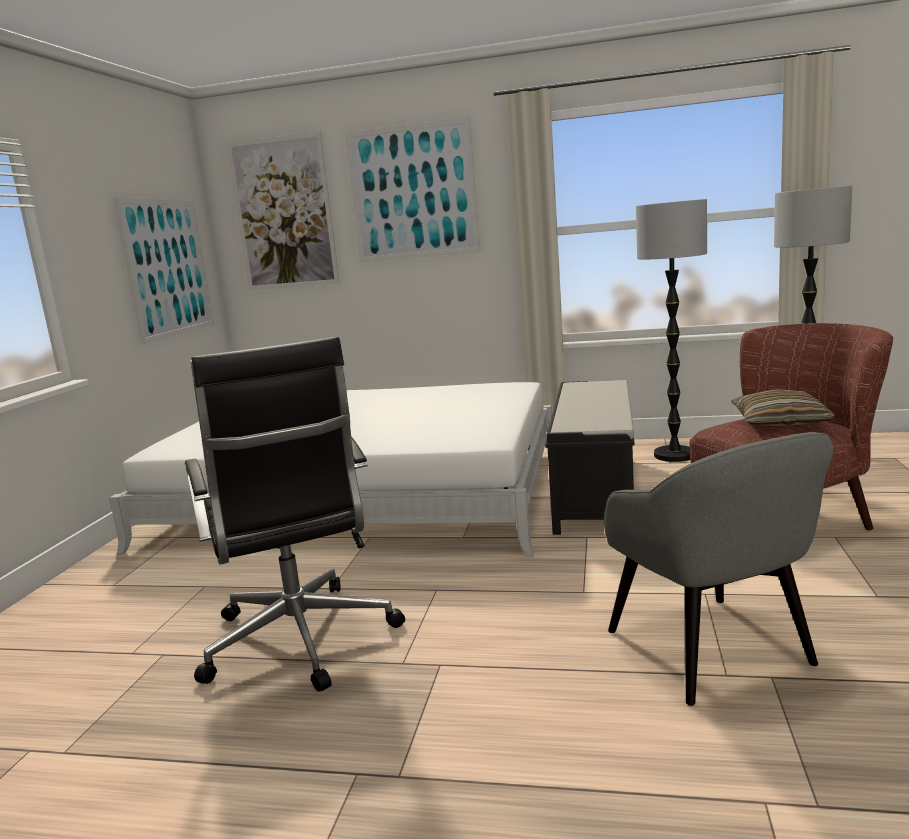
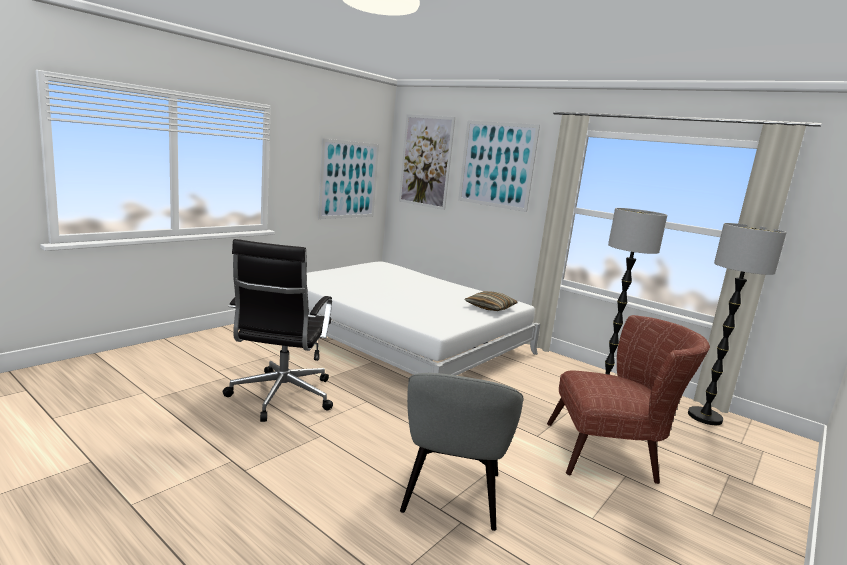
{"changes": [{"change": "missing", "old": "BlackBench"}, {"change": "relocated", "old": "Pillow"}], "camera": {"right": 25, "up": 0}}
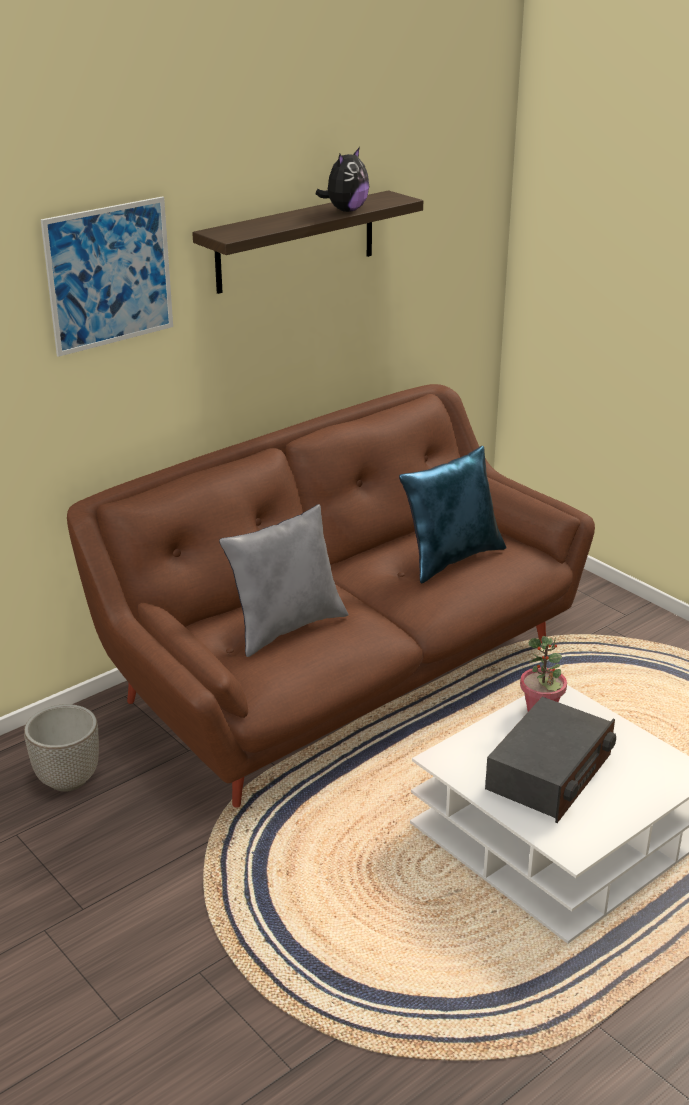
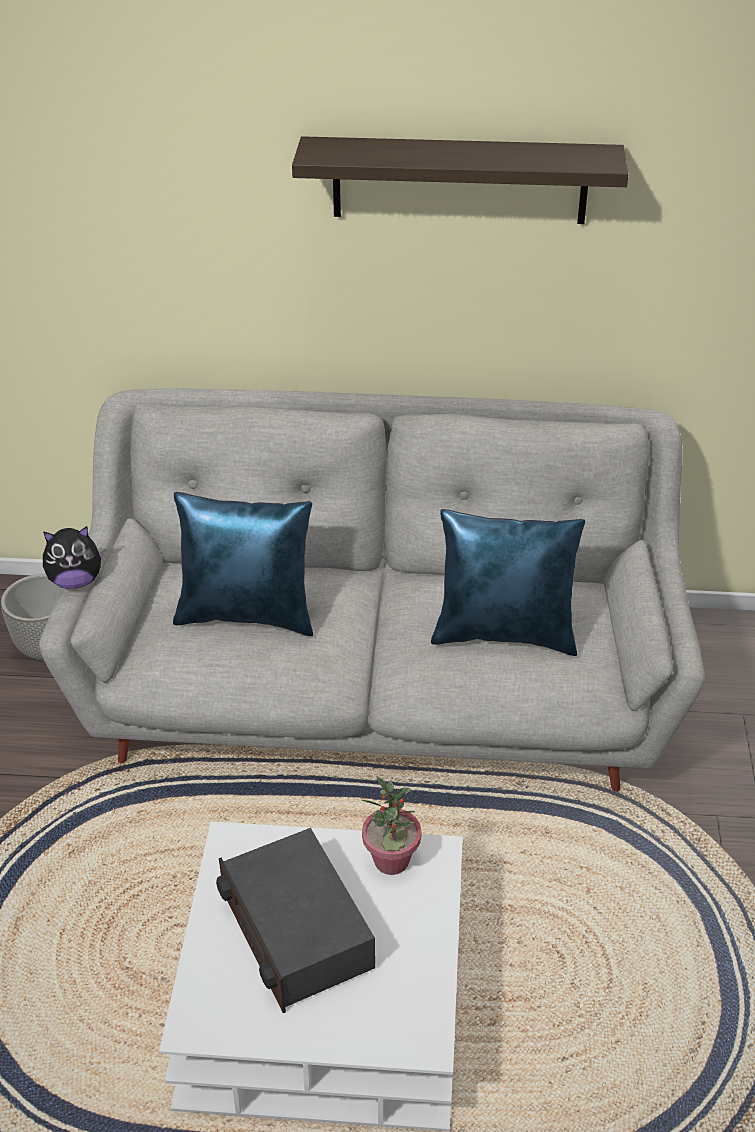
{"changes": [{"change": "relocated", "old": "PlushToy"}, {"change": "missing", "old": "Picture"}, {"change": "colour", "old": "BrownSofa", "new": "GreySofa"}, {"change": "colour", "old": "GreyPillow", "new": "BluePillow (no. 1 from left)"}, {"change": "spun", "old": "Radio", "degrees": 75}], "camera": {"right": 45, "up": 10}}
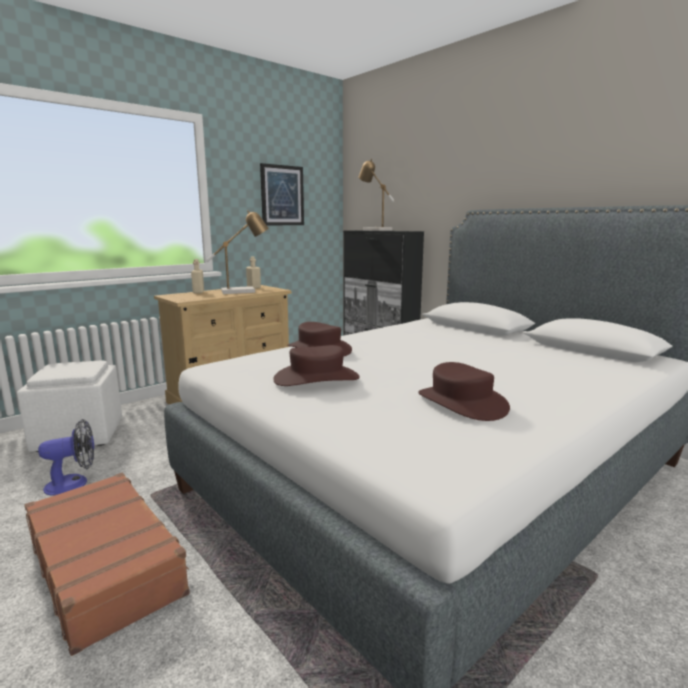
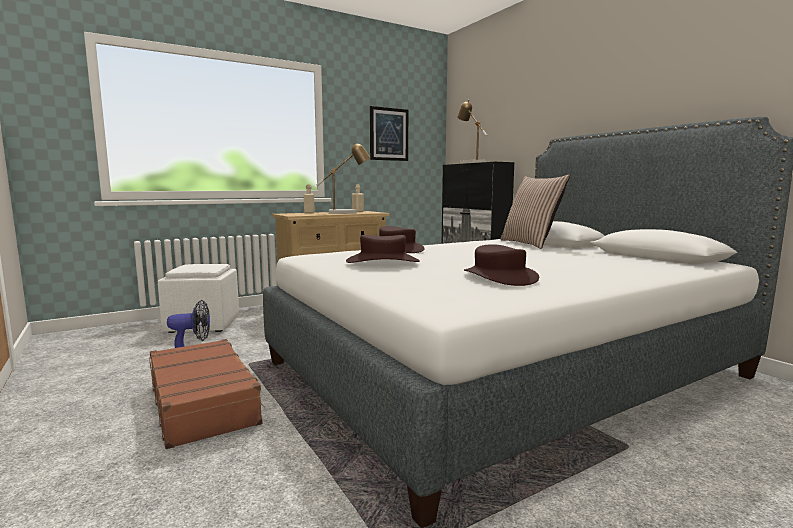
{"changes": [{"change": "appeared", "new": "Pillow"}], "camera": {"right": 10, "up": -5}}
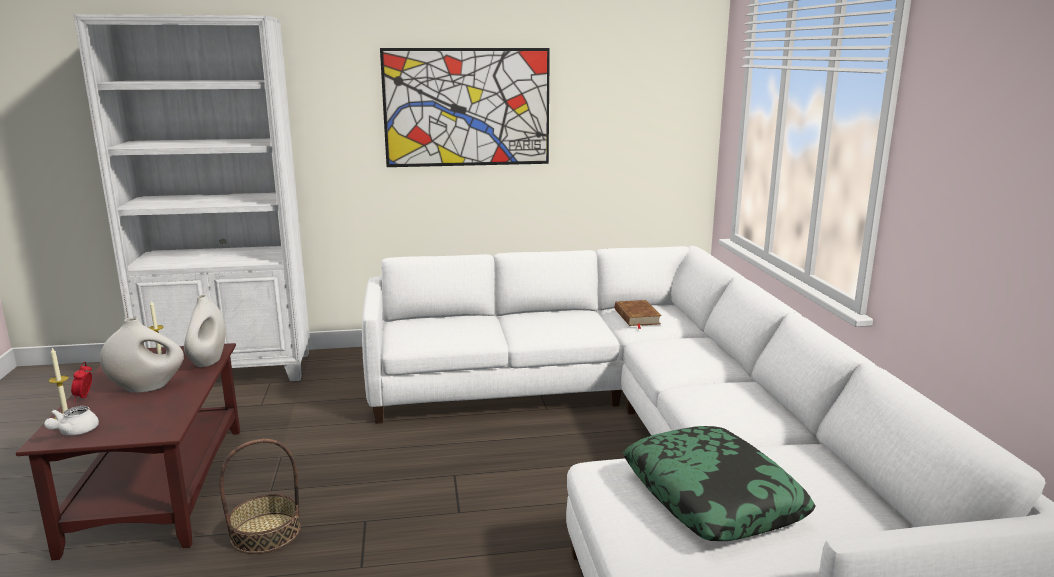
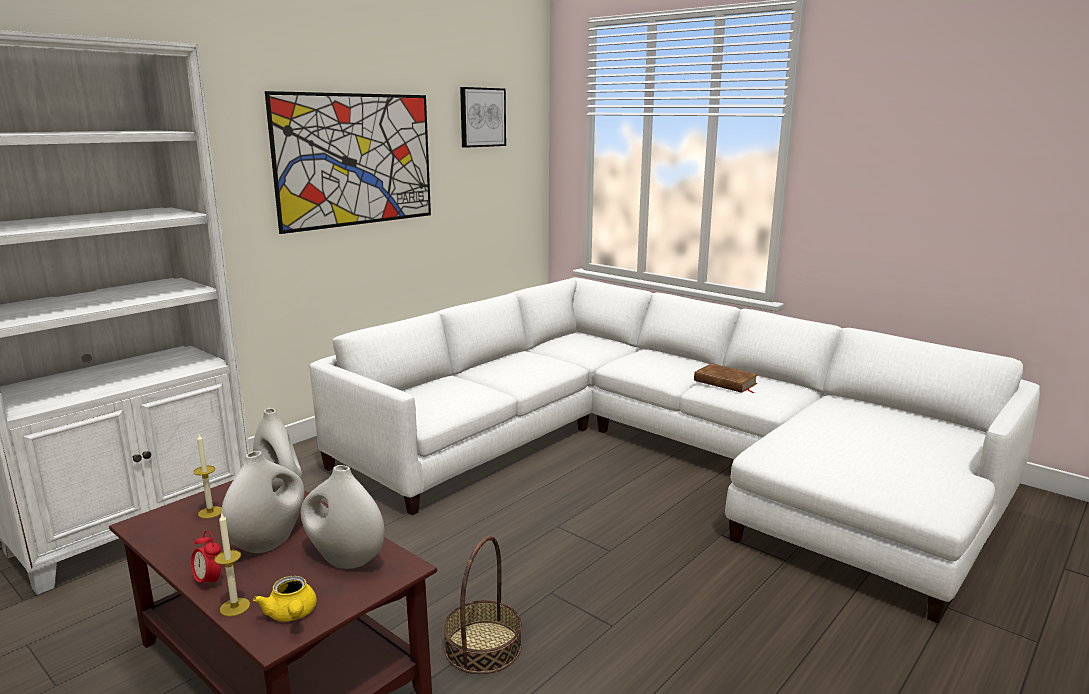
{"changes": [{"change": "relocated", "old": "BrownBook"}, {"change": "colour", "old": "WhiteTeapot", "new": "YellowTeapot"}, {"change": "missing", "old": "Pillow"}, {"change": "appeared", "new": "Picture (no. 2 from left)"}, {"change": "appeared", "new": "WhiteVase (no. 3 from left)"}], "camera": {"right": -40, "up": 0}}
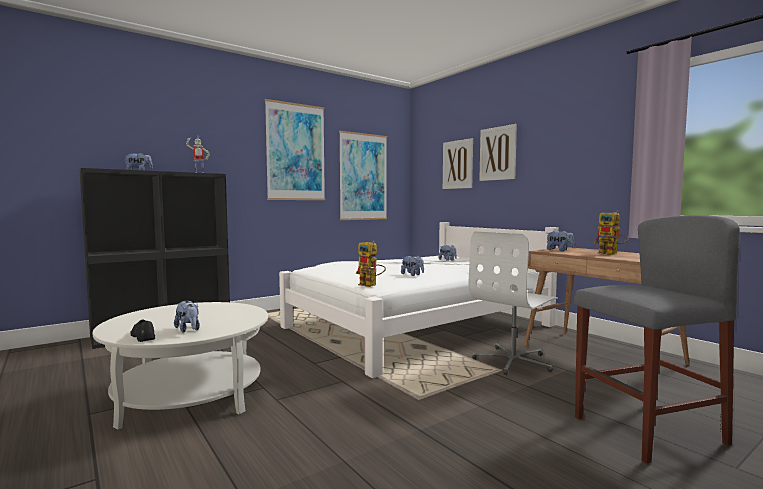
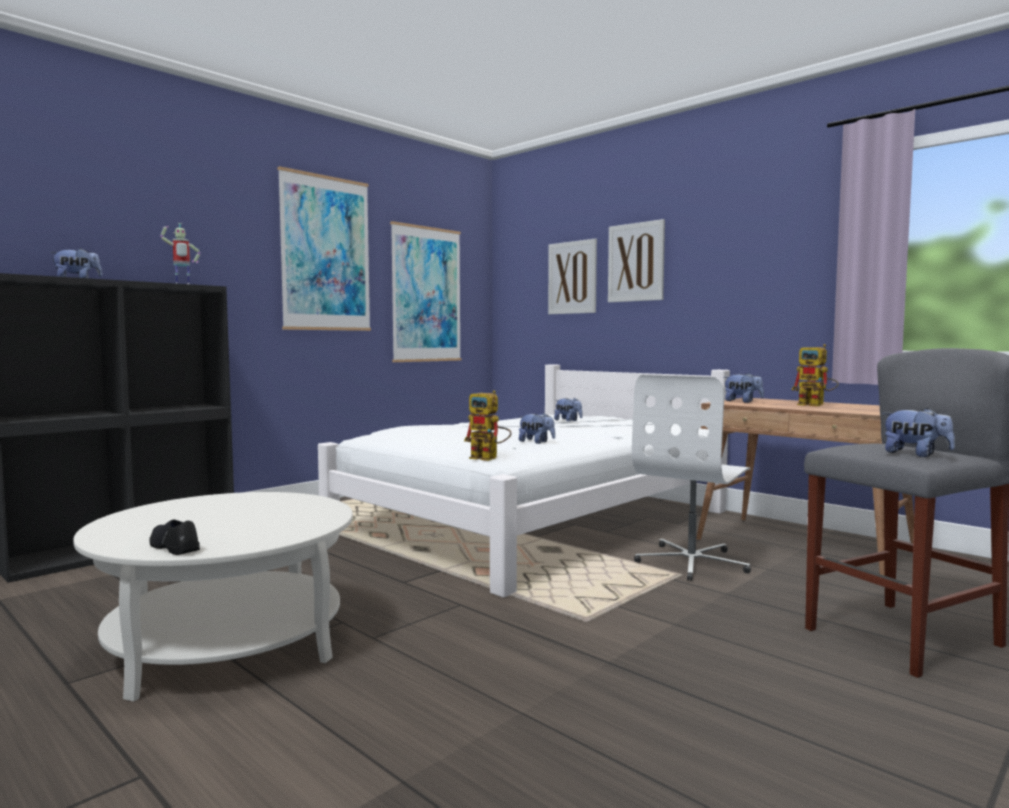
{"changes": [{"change": "relocated", "old": "PlushToy (no. 2 from left in the first image)", "new": "PlushToy (no. 5 from left)"}], "camera": {"right": -10, "up": 0}}
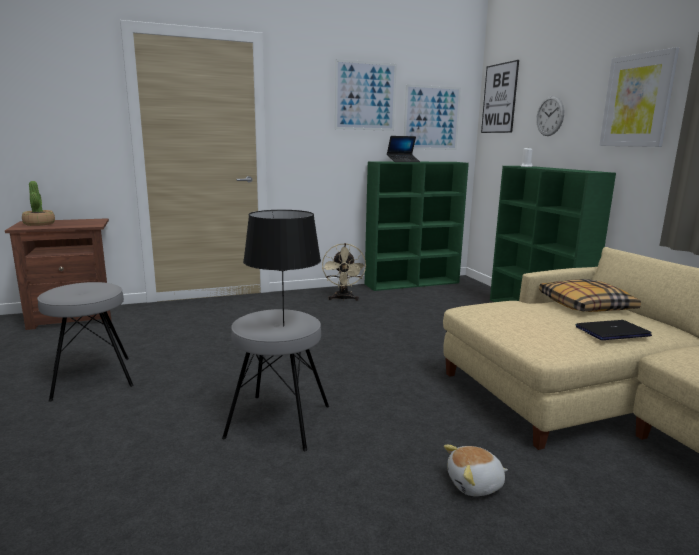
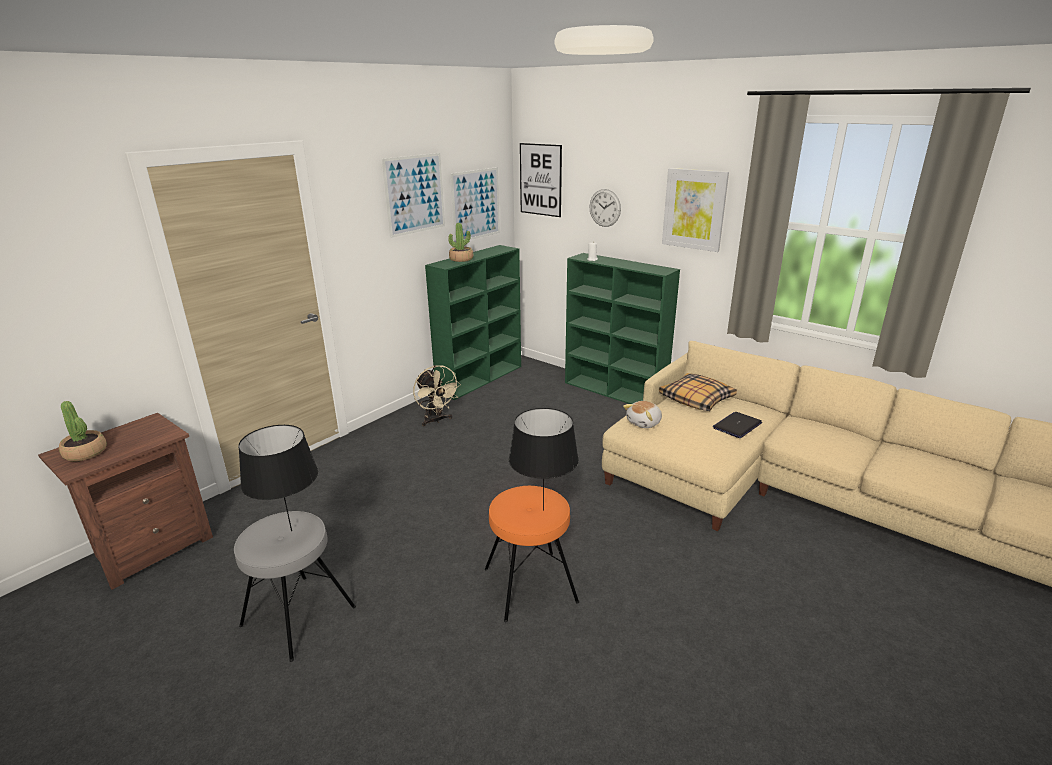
{"changes": [{"change": "exchanged", "old": "Laptop (no. 1 from left)", "new": "PottedPlant (no. 2 from left)"}, {"change": "colour", "old": "GreyStool (no. 2 from left)", "new": "OrangeStool"}, {"change": "relocated", "old": "PlushToy"}, {"change": "appeared", "new": "BlackTableLamp (no. 1 from left)"}], "camera": {"right": -30, "up": 10}}
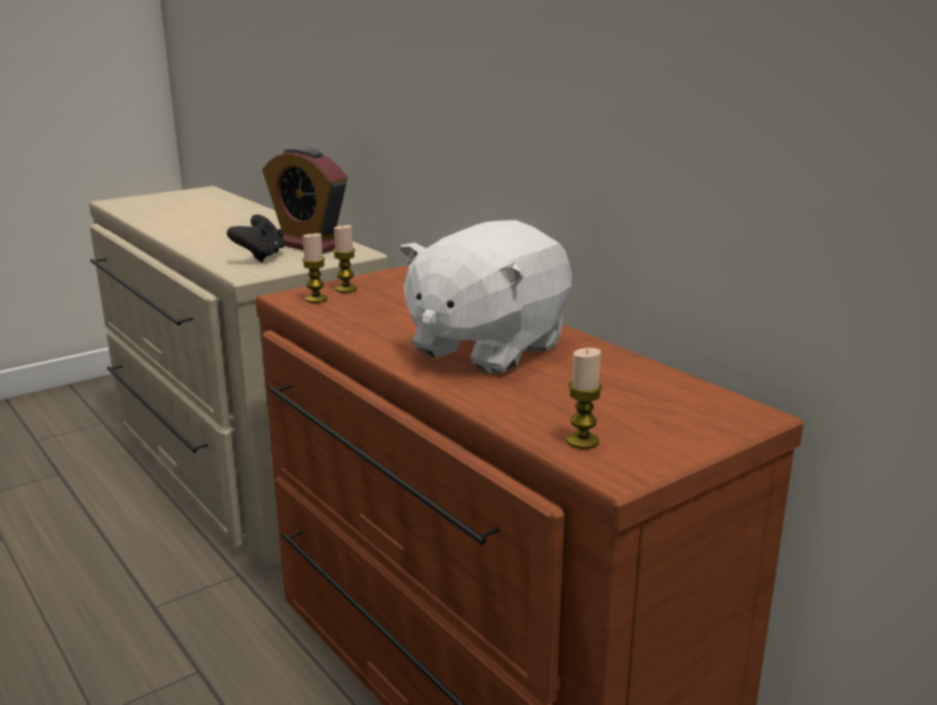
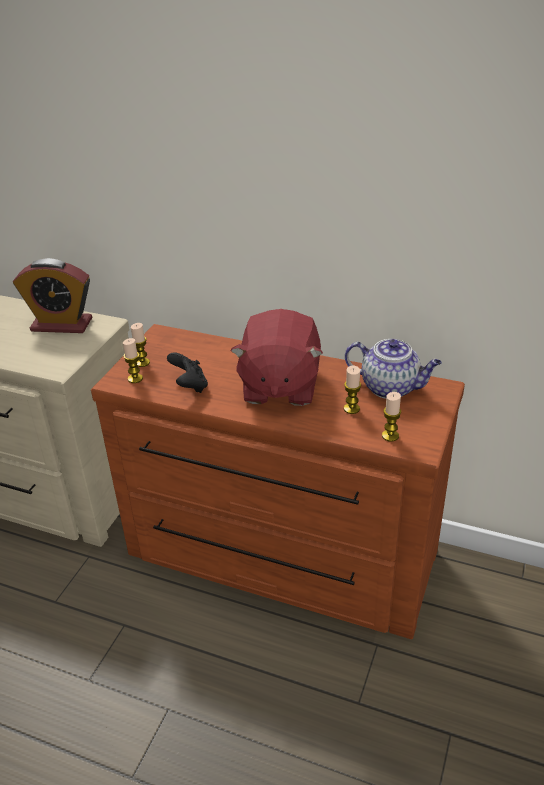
{"changes": [{"change": "relocated", "old": "BlackGameController"}, {"change": "colour", "old": "WhitePlushToy", "new": "RedPlushToy"}, {"change": "appeared", "new": "Teapot"}, {"change": "appeared", "new": "Candle (no. 3 from left)"}], "camera": {"right": -30, "up": 15}}
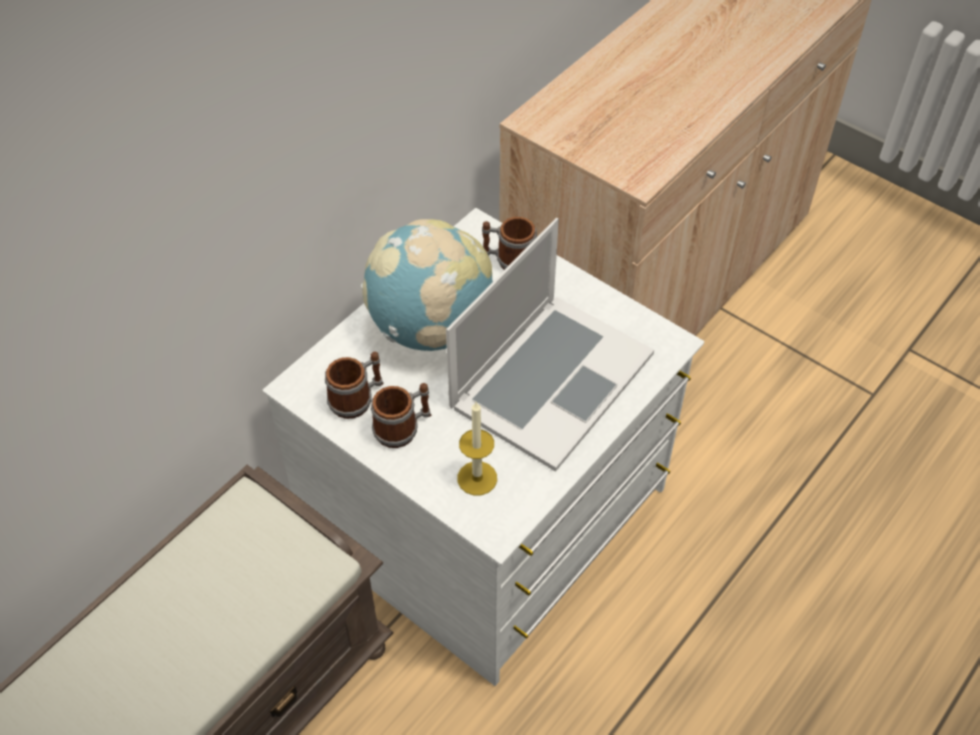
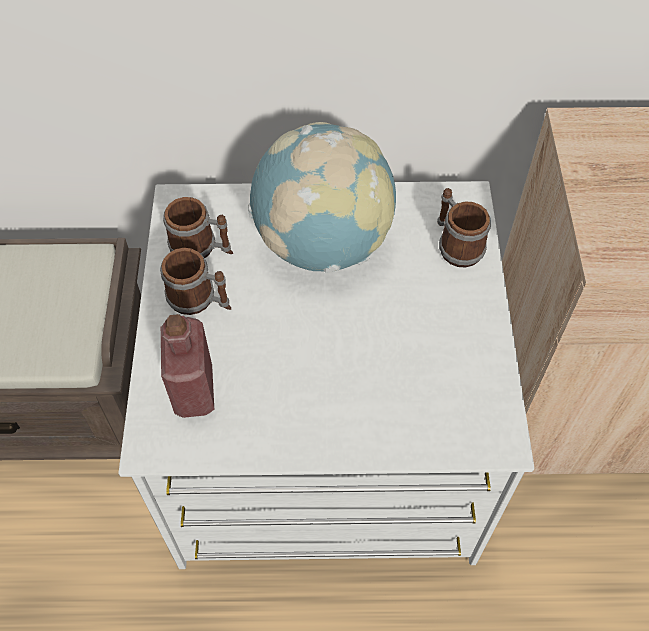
{"changes": [{"change": "missing", "old": "Laptop"}, {"change": "exchanged", "old": "Candle", "new": "RedBottle"}], "camera": {"right": 50, "up": 5}}
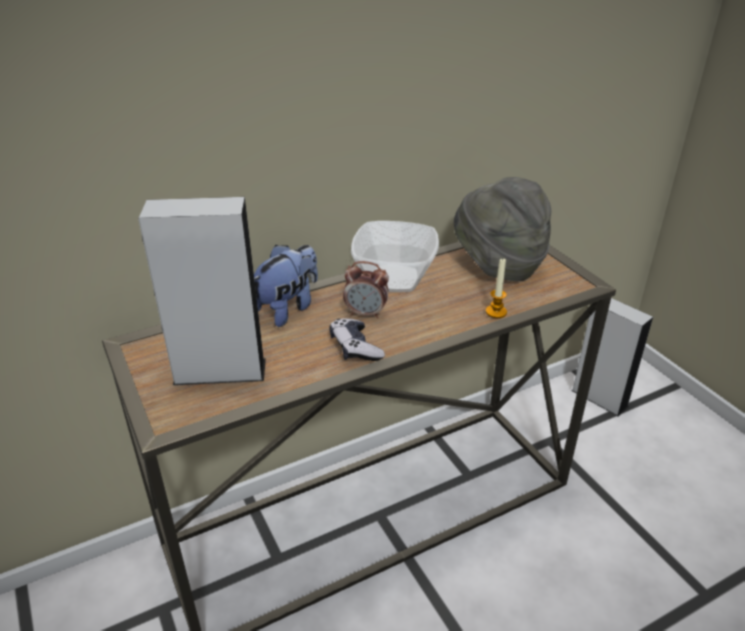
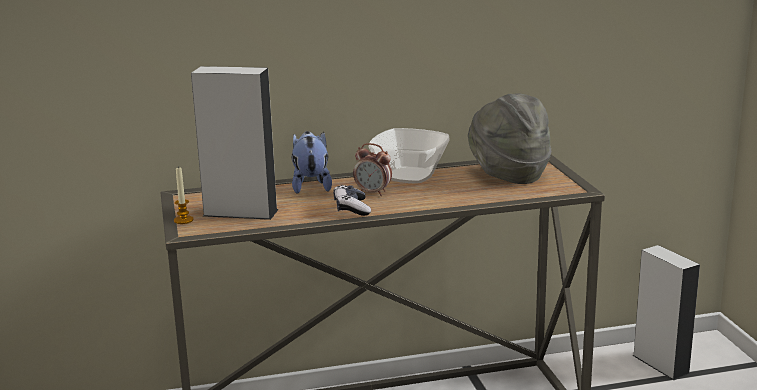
{"changes": [{"change": "spun", "old": "PlushToy", "degrees": -60}, {"change": "relocated", "old": "Candle"}], "camera": {"right": 15, "up": -15}}
